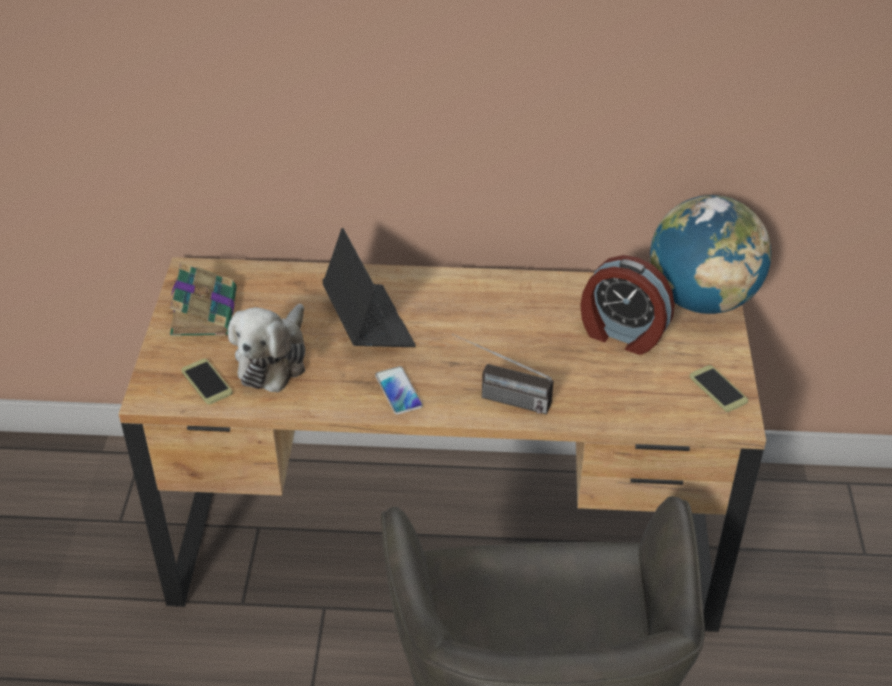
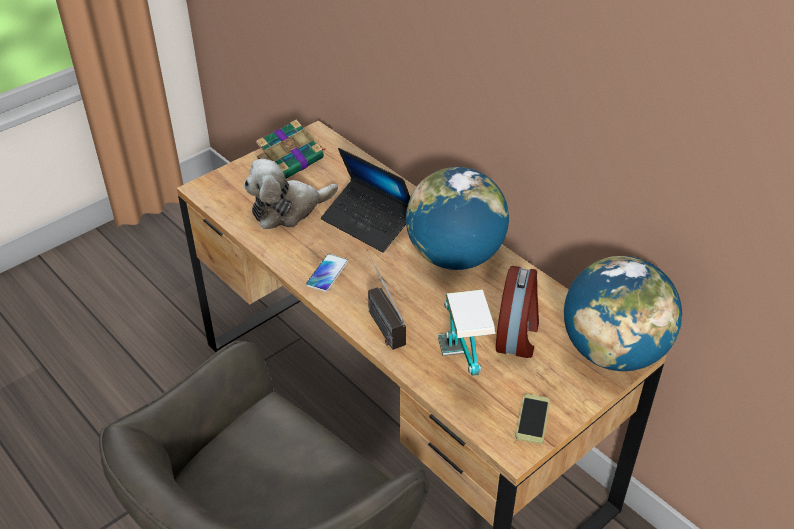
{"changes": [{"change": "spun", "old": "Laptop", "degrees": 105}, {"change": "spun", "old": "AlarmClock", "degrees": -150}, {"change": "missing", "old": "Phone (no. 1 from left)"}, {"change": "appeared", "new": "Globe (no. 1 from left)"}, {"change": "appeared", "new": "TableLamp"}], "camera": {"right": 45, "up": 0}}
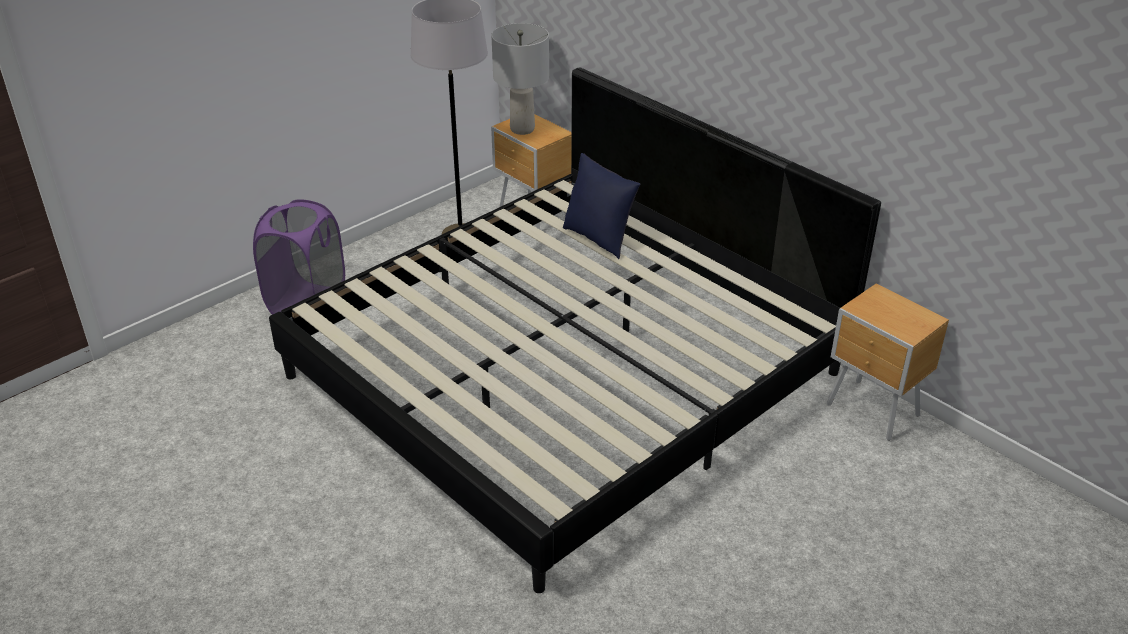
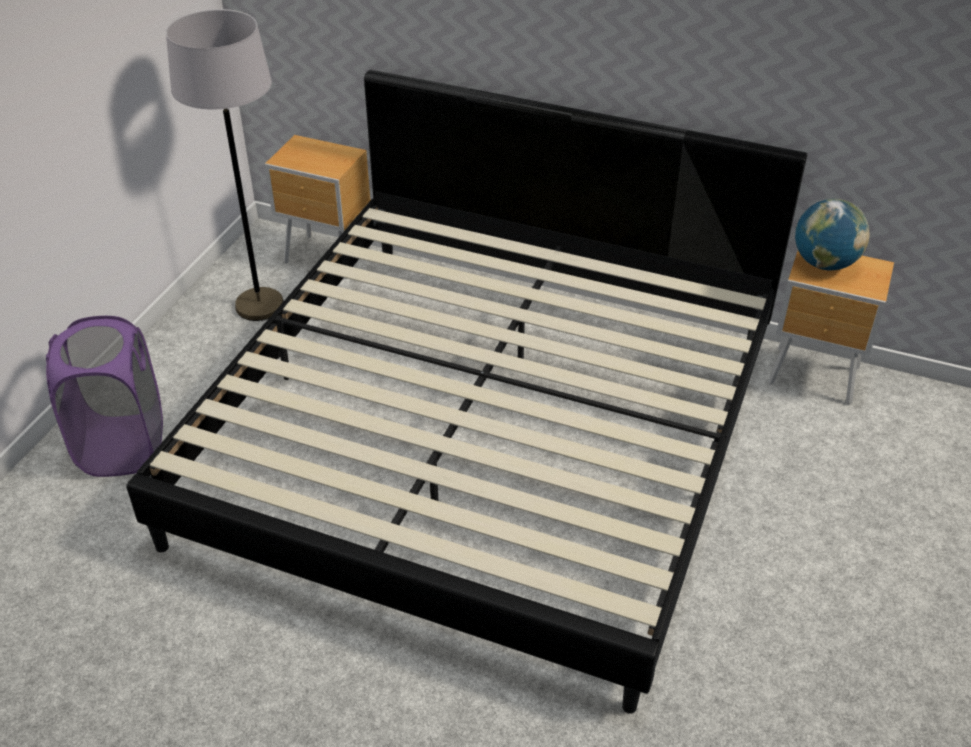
{"changes": [{"change": "missing", "old": "GreyTableLamp"}, {"change": "missing", "old": "BluePillow"}, {"change": "appeared", "new": "Globe"}], "camera": {"right": -25, "up": 5}}
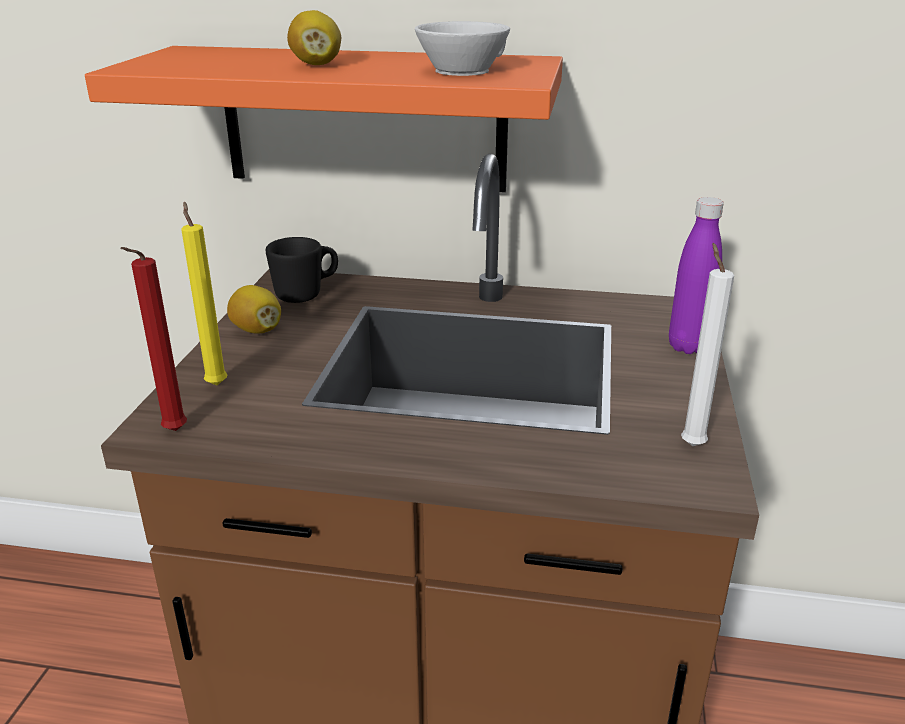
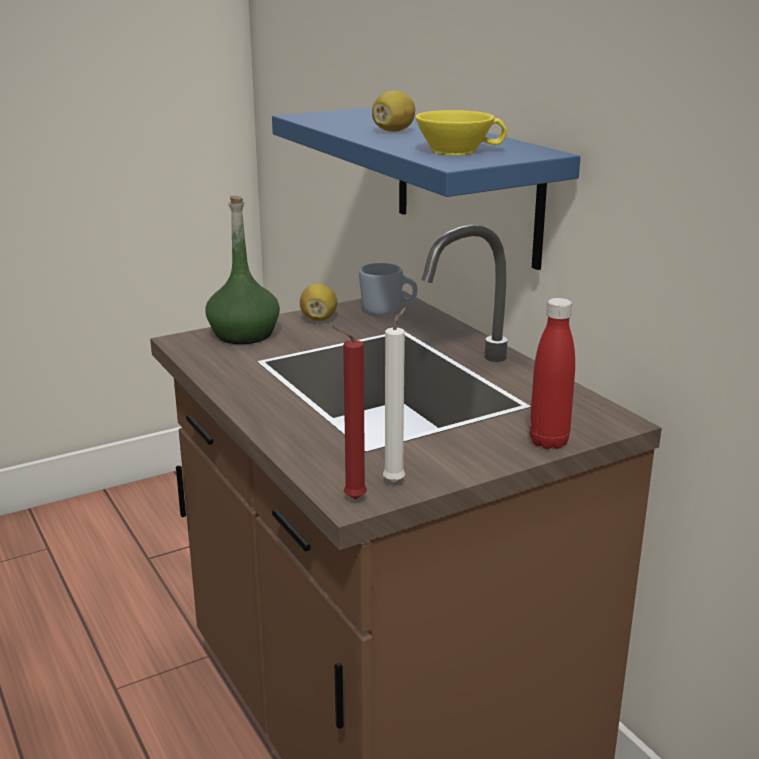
{"changes": [{"change": "colour", "old": "WhiteCup", "new": "YellowCup"}, {"change": "colour", "old": "OrangeShelf", "new": "BlueShelf"}, {"change": "colour", "old": "PurpleBottle", "new": "RedBottle"}, {"change": "exchanged", "old": "YellowCandle", "new": "GreenBottle"}, {"change": "colour", "old": "BlackMug", "new": "BlueMug"}, {"change": "relocated", "old": "RedCandle"}], "camera": {"right": 50, "up": -5}}
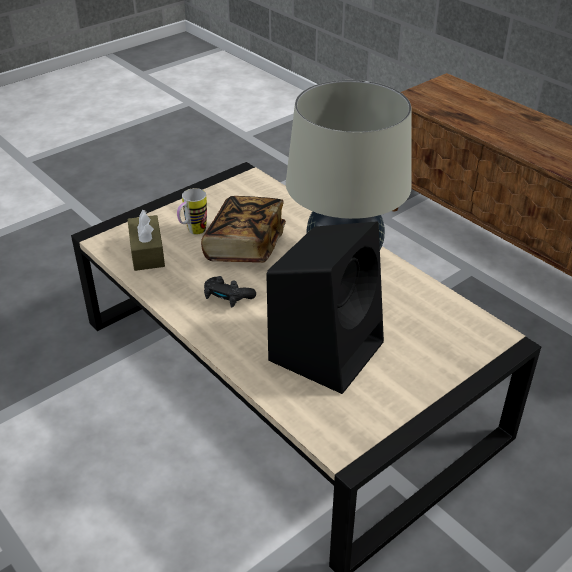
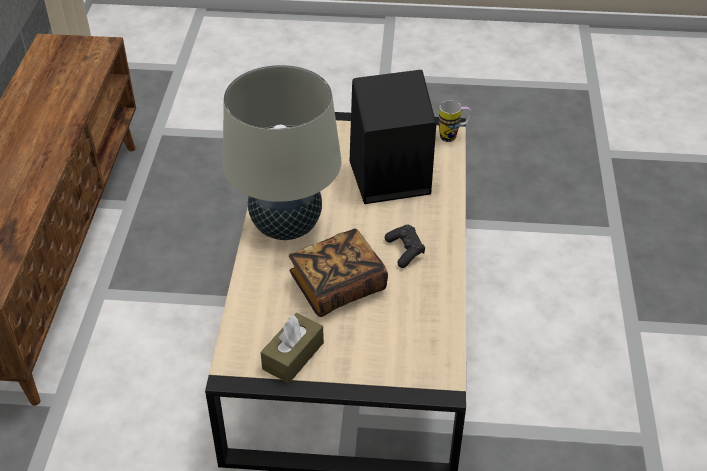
{"changes": [{"change": "relocated", "old": "Mug"}, {"change": "relocated", "old": "BrownTissueBox"}], "camera": {"right": -135, "up": 5}}
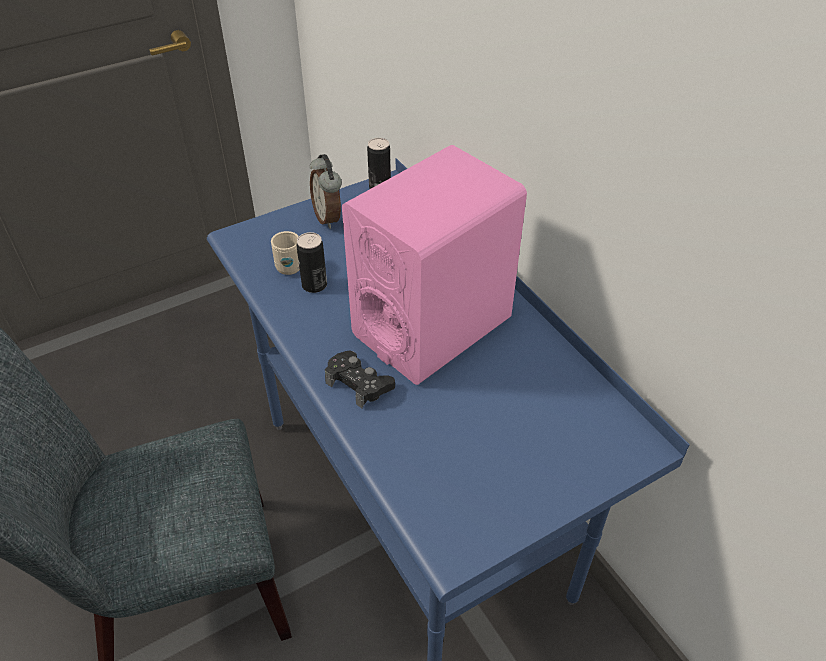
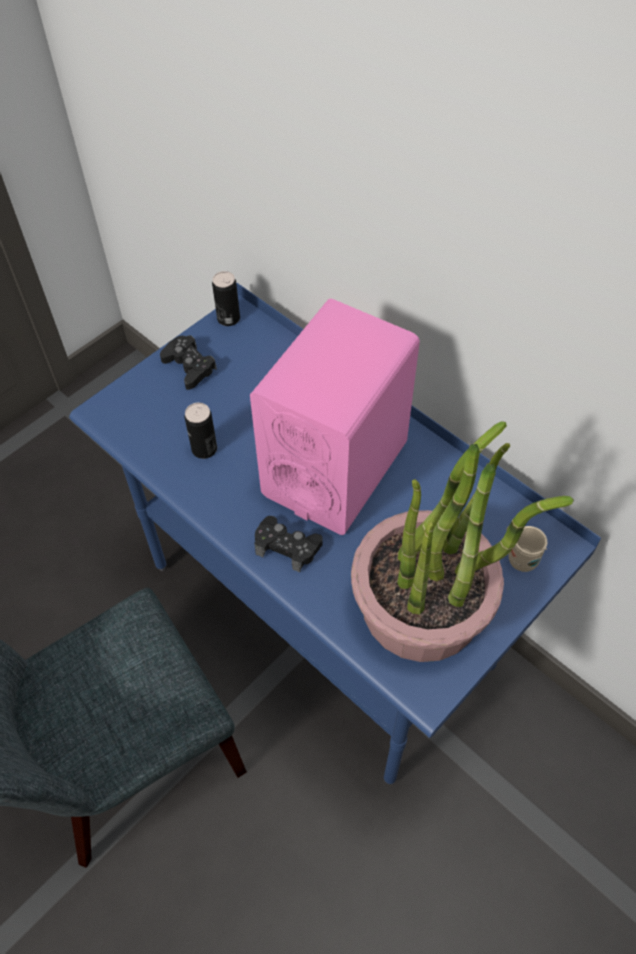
{"changes": [{"change": "exchanged", "old": "AlarmClock", "new": "BlackGameController (no. 1 from left)"}, {"change": "relocated", "old": "BeigeMug"}, {"change": "appeared", "new": "PottedPlant"}], "camera": {"right": -15, "up": 10}}
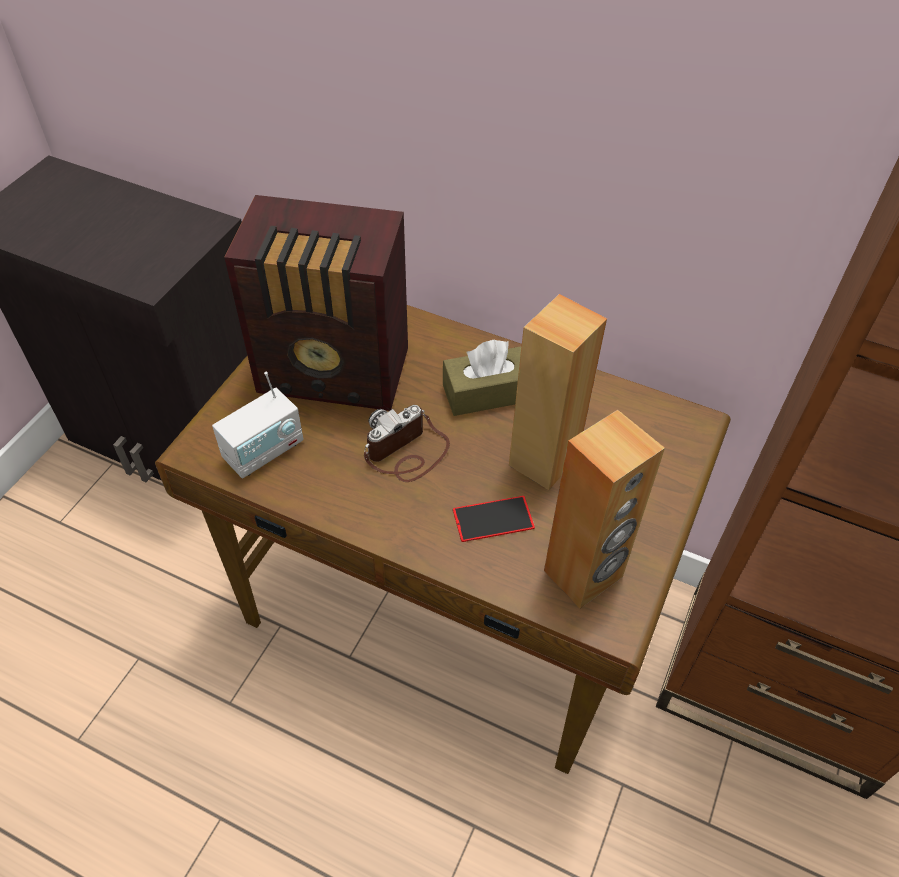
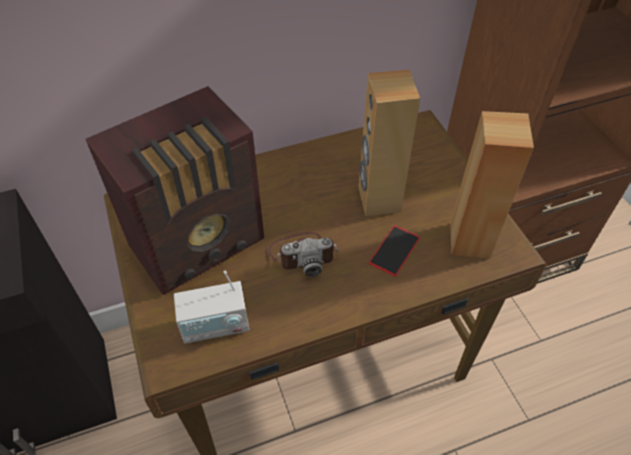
{"changes": [{"change": "missing", "old": "BrownTissueBox"}, {"change": "spun", "old": "Radio (no. 1 from left in the first image)", "degrees": 75}, {"change": "spun", "old": "PhotoCamera", "degrees": -105}], "camera": {"right": -45, "up": 0}}
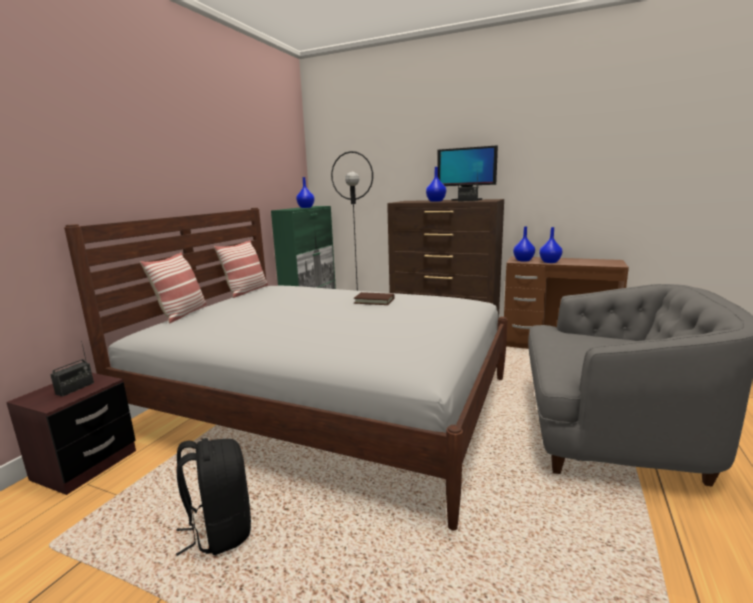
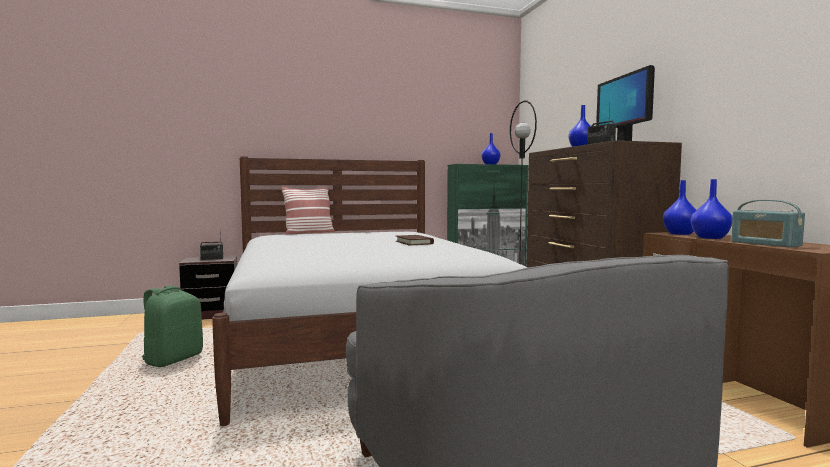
{"changes": [{"change": "missing", "old": "Pillow (no. 2 from left)"}, {"change": "colour", "old": "BlackBackpack", "new": "GreenBackpack"}, {"change": "appeared", "new": "Radio (no. 3 from left)"}], "camera": {"right": 50, "up": -10}}
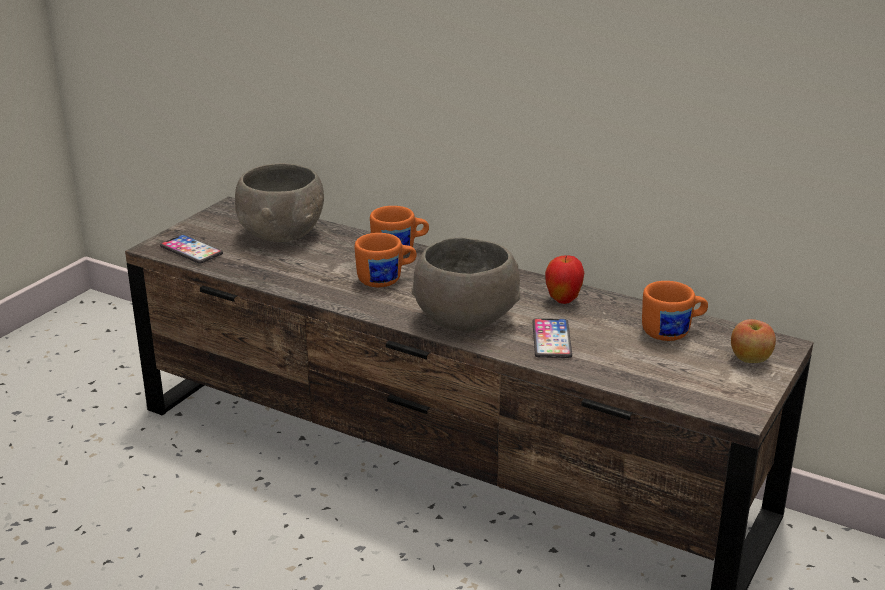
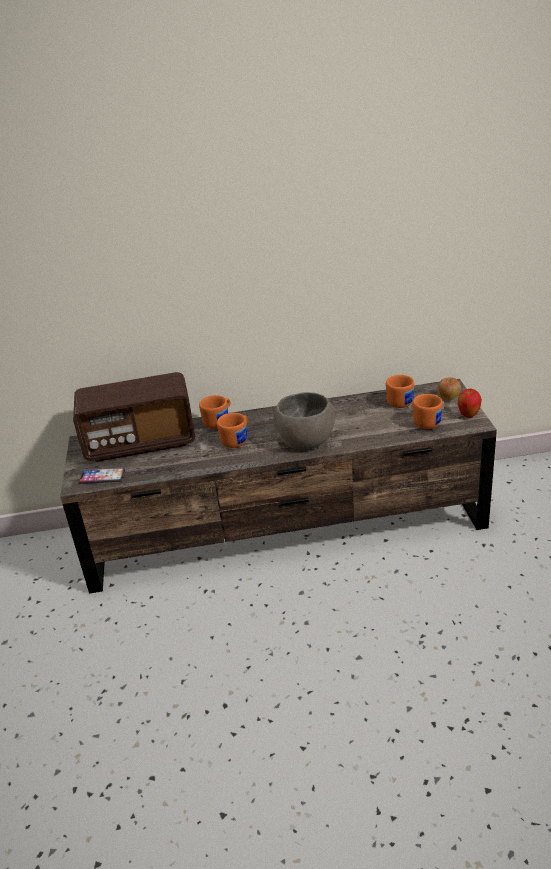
{"changes": [{"change": "exchanged", "old": "GreyBowl (no. 1 from left)", "new": "Radio"}, {"change": "relocated", "old": "Apple (no. 1 from left in the first image)", "new": "Apple (no. 2 from left)"}, {"change": "missing", "old": "Phone (no. 2 from left)"}, {"change": "appeared", "new": "OrangeMug (no. 4 from left)"}], "camera": {"right": -35, "up": 5}}
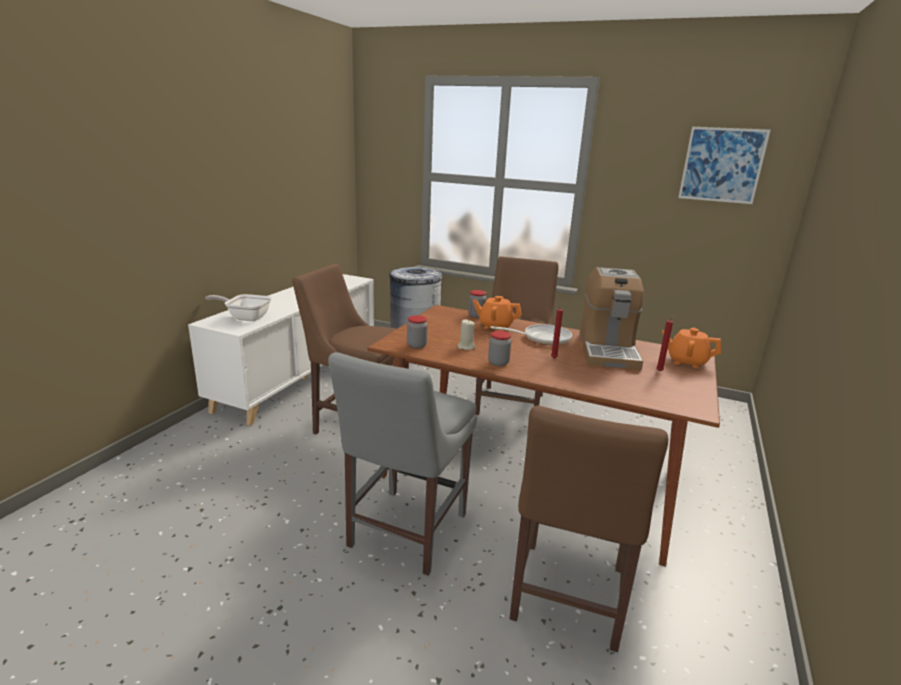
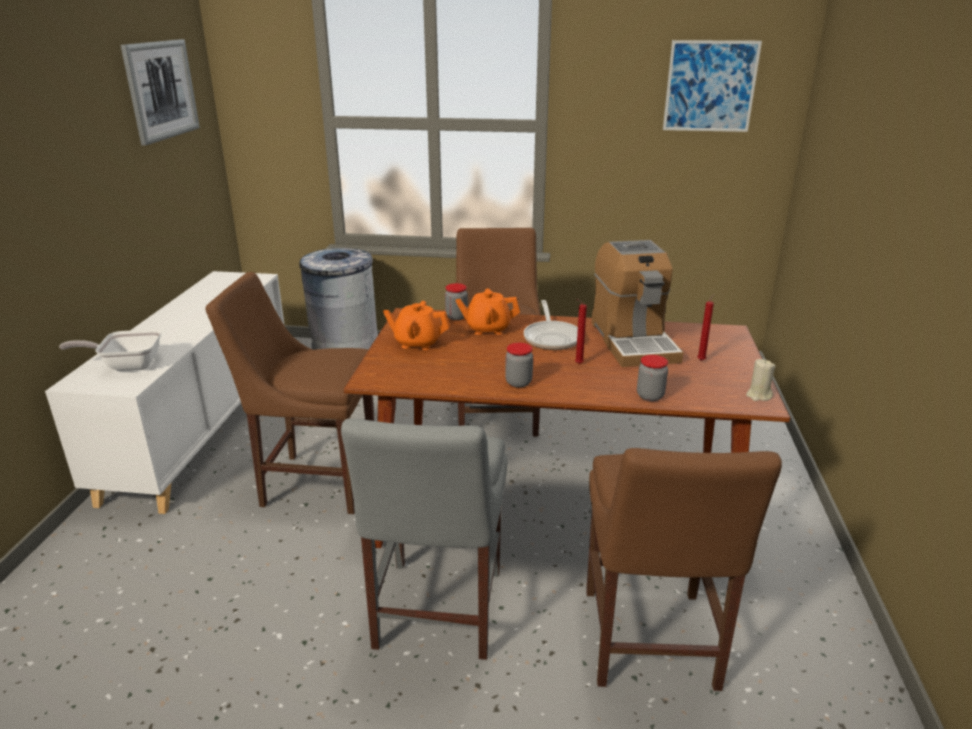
{"changes": [{"change": "relocated", "old": "Jar (no. 1 from left in the first image)", "new": "Jar (no. 3 from left)"}, {"change": "relocated", "old": "BeigeCandle"}, {"change": "spun", "old": "FryingPan (no. 2 from left)", "degrees": 105}, {"change": "relocated", "old": "OrangeTeapot (no. 2 from left in the first image)", "new": "OrangeTeapot (no. 1 from left)"}, {"change": "appeared", "new": "Picture (no. 1 from left)"}], "camera": {"right": -15, "up": 5}}
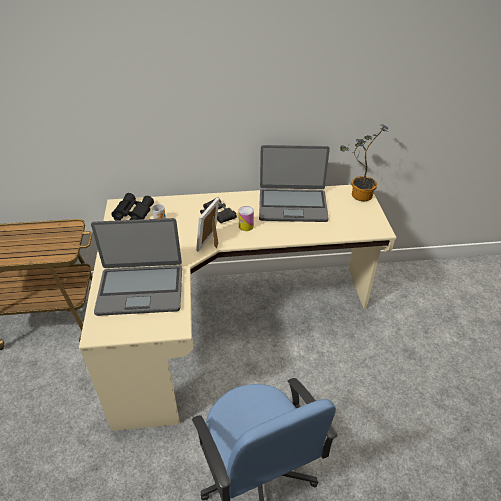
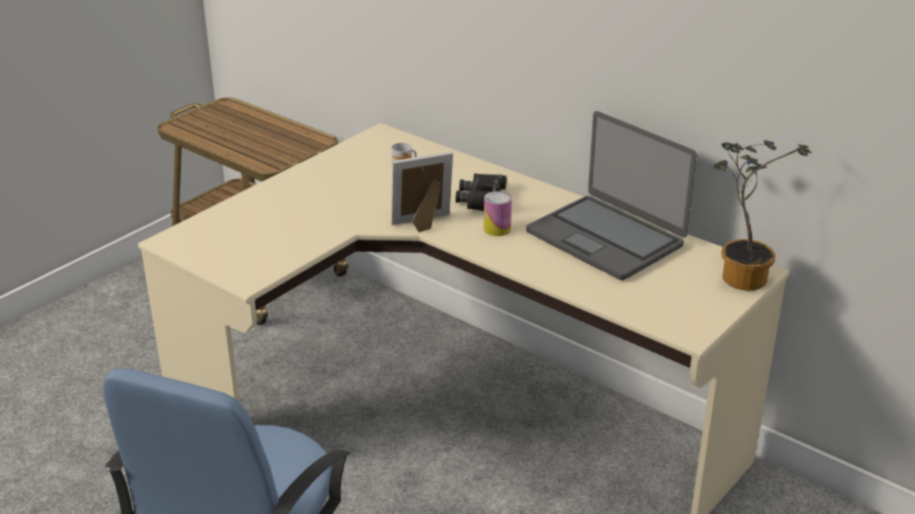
{"changes": [{"change": "missing", "old": "BlackBinoculars (no. 1 from left)"}, {"change": "missing", "old": "Laptop (no. 1 from left)"}], "camera": {"right": 45, "up": -10}}
